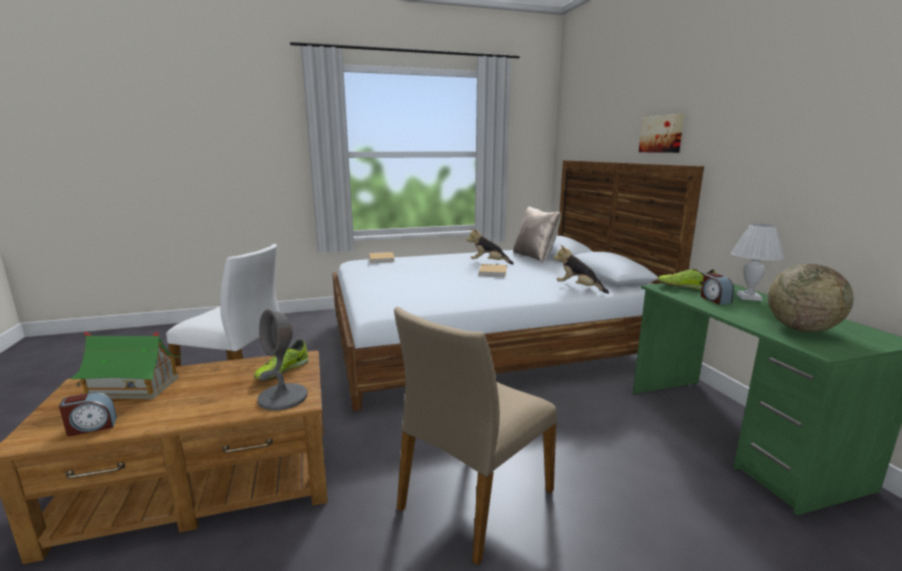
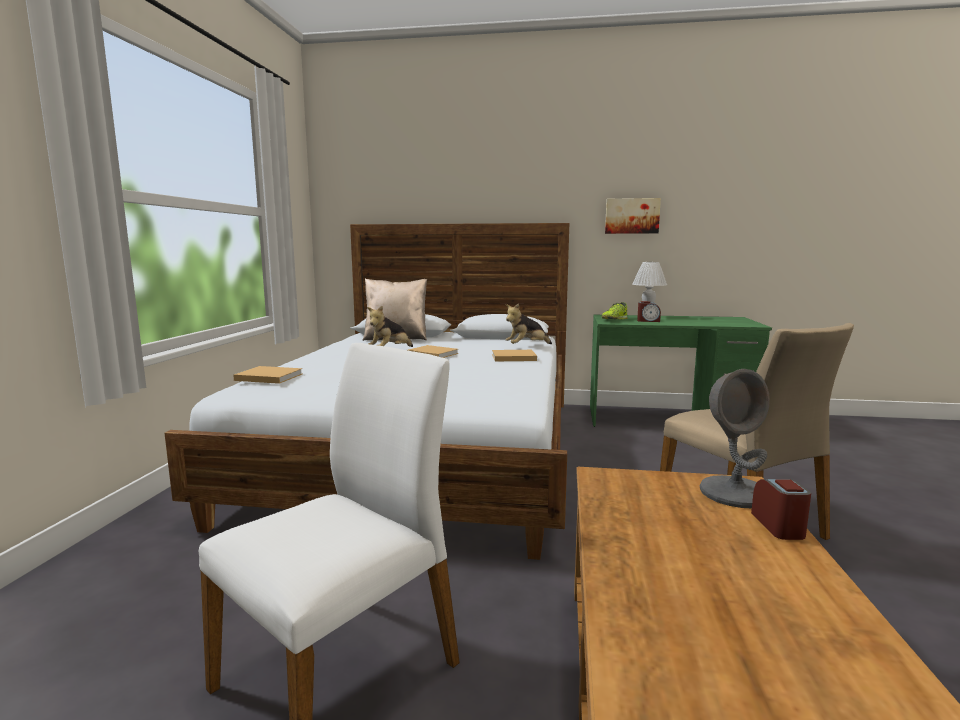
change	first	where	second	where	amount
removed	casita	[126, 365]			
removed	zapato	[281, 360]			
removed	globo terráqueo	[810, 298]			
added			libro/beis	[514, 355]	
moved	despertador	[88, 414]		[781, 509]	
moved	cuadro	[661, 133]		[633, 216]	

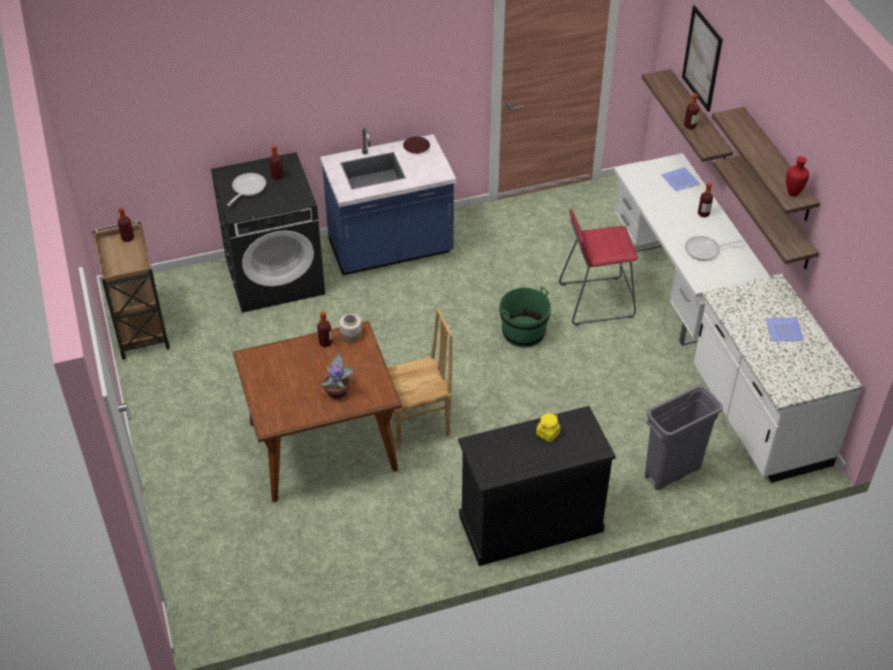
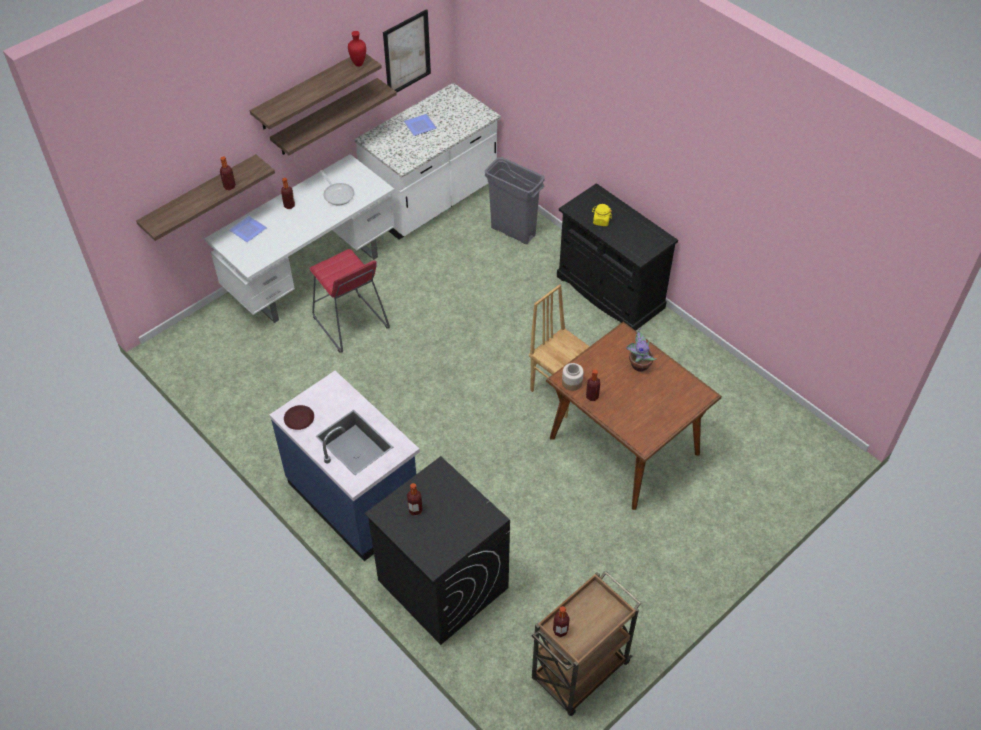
change	first	where	second	where	amount
removed	sartén	[246, 189]			
removed	cubo/verde	[525, 317]			
moved	cuadro	[702, 58]		[407, 51]	

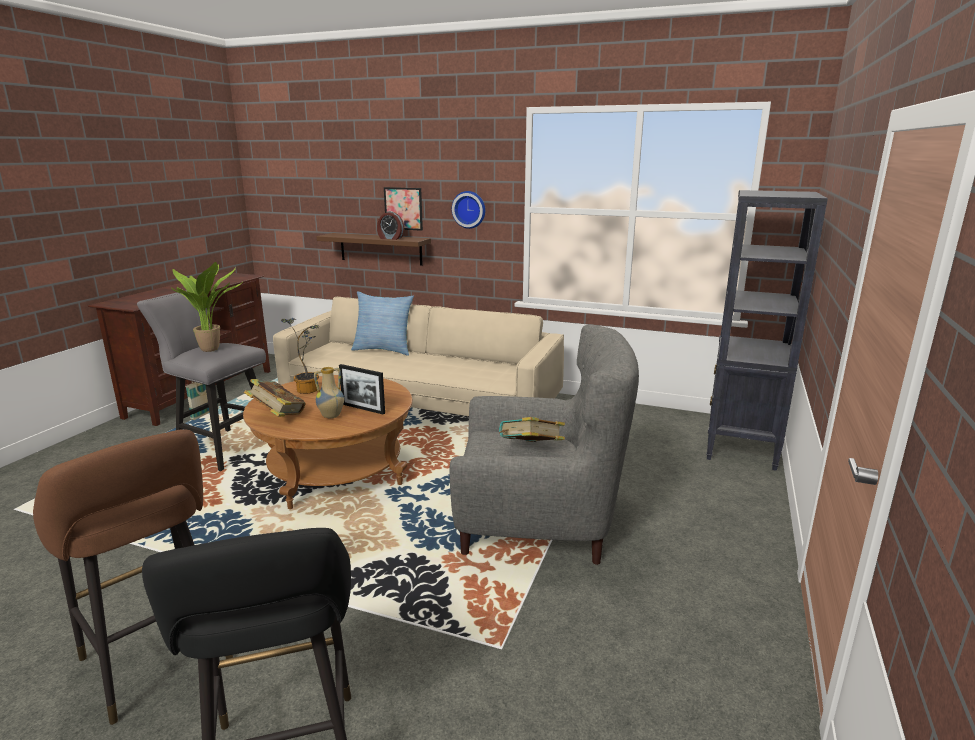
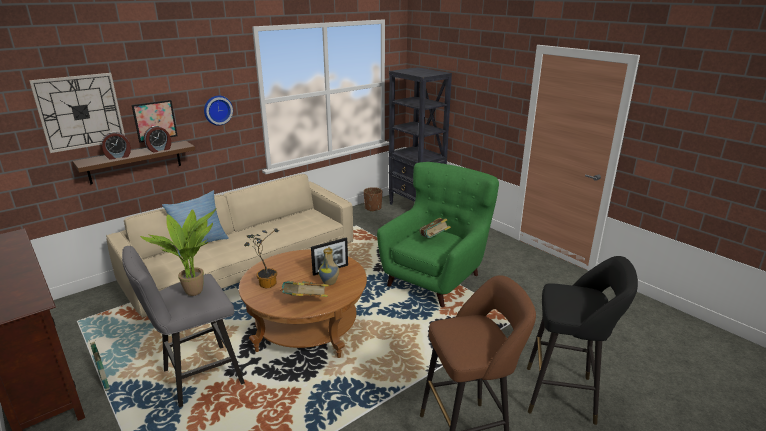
change	first	where	second	where	amount
added			reloj de pared	[77, 113]	
added			despertador	[116, 146]	
added			maceta/marrón	[373, 199]	
recoloured	sillón/gris	[544, 444]	sillón/verde	[438, 234]	

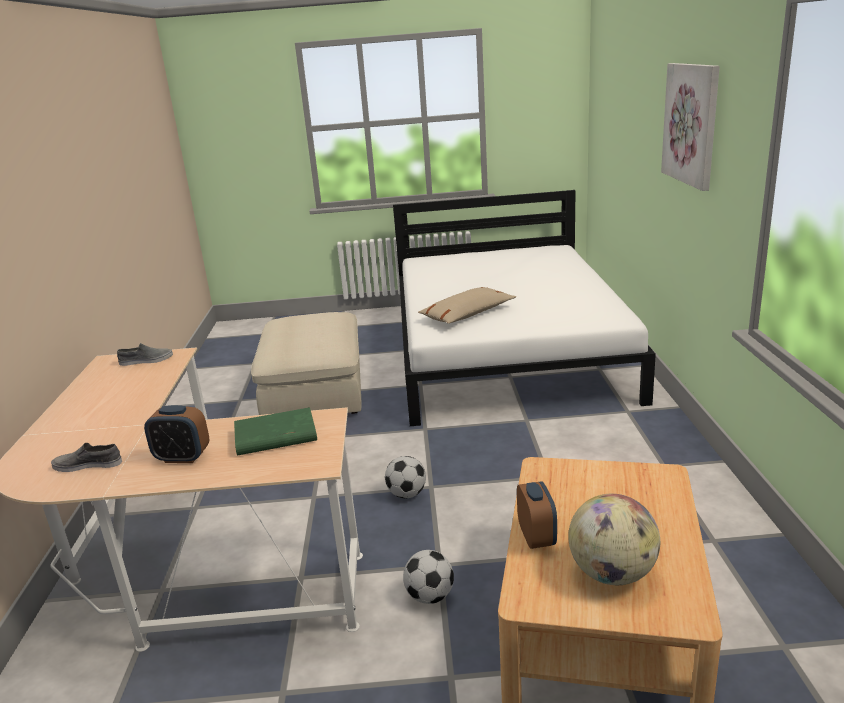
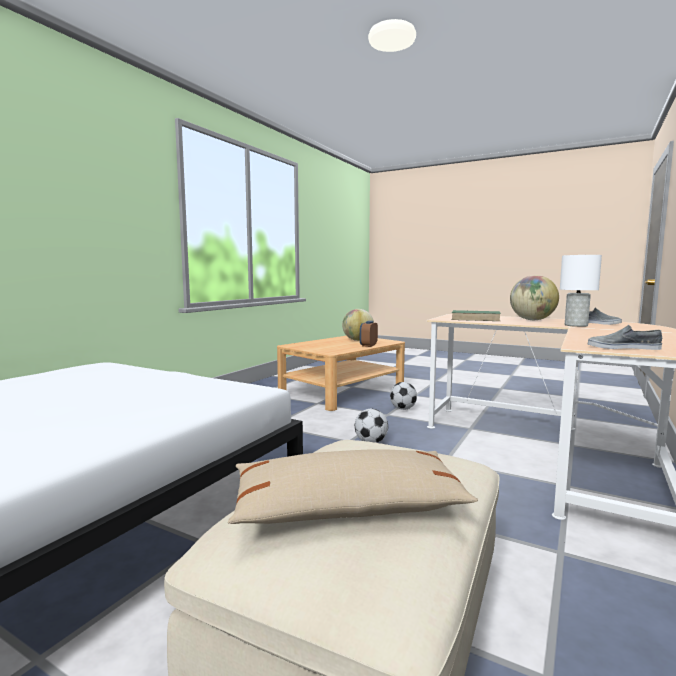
change	first	where	second	where	amount
removed	cuadro	[690, 127]			
added			lámpara de mesa/blanco	[581, 291]	
moved	cojín/beis	[467, 305]		[353, 486]	
replaced	despertador	[177, 434]	globo terráqueo	[534, 297]	

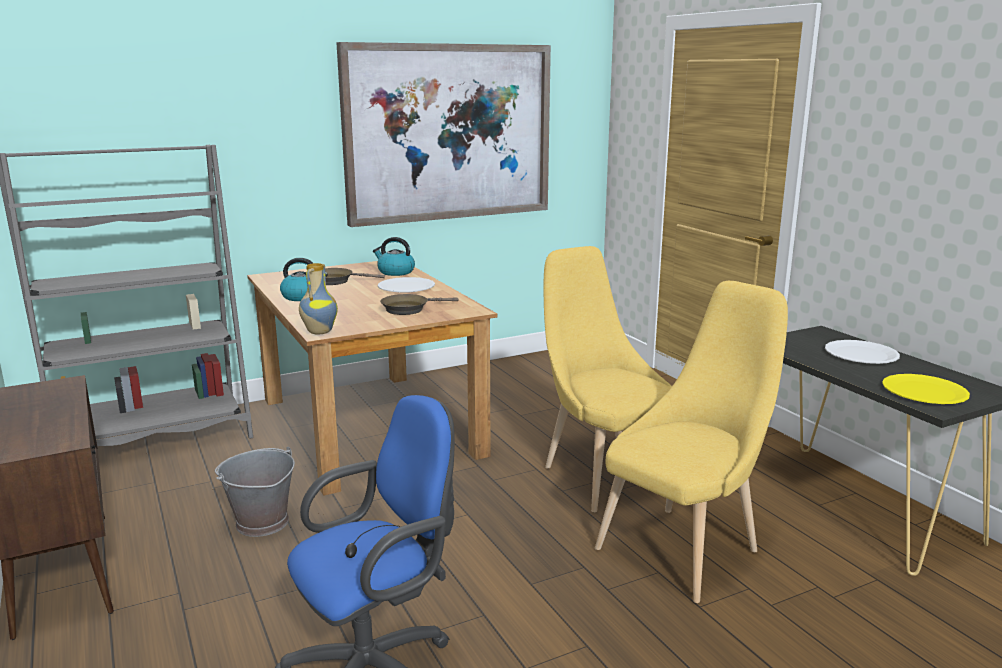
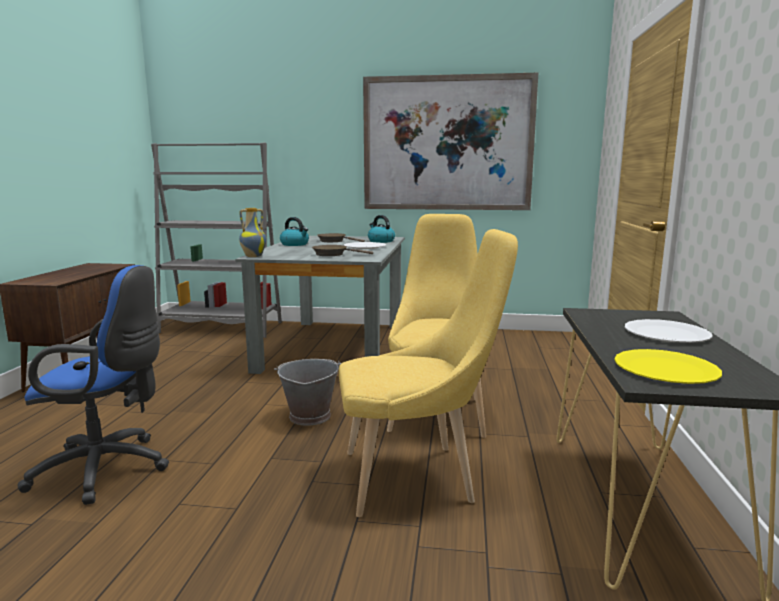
change	first	where	second	where	amount
moved	cubo/gris	[255, 492]		[307, 392]	
recoloured	mesa de comedor/marrón	[372, 378]	mesa de comedor/gris	[320, 305]	

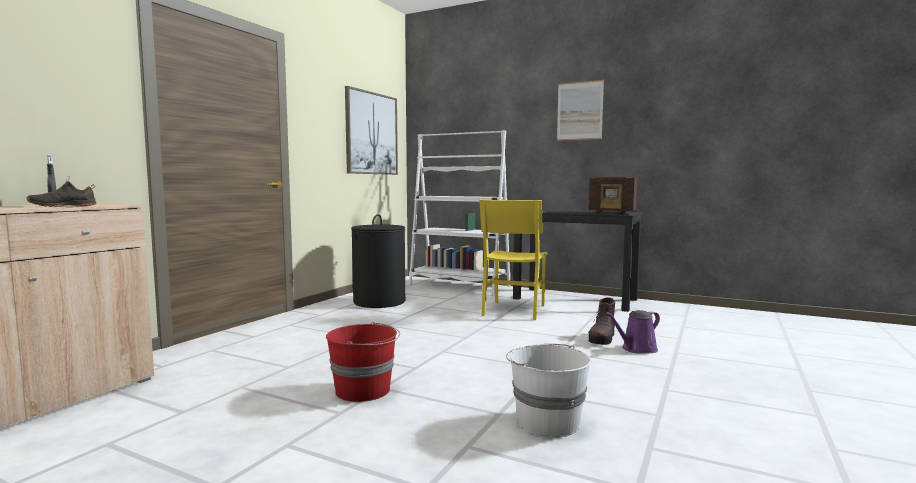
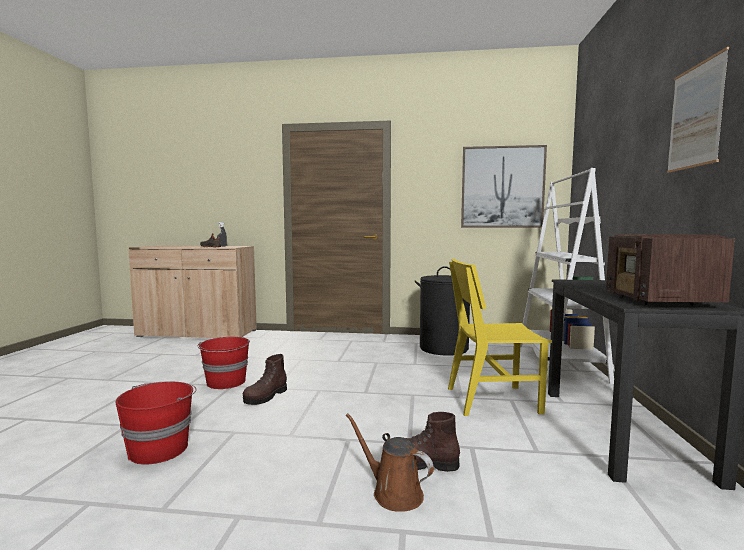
change	first	where	second	where	amount
added			bota/marrón	[265, 379]	
recoloured	cubo/blanco	[548, 390]	cubo/rojo	[156, 423]	
recoloured	regadera/morado	[633, 332]	regadera/marrón	[390, 462]	

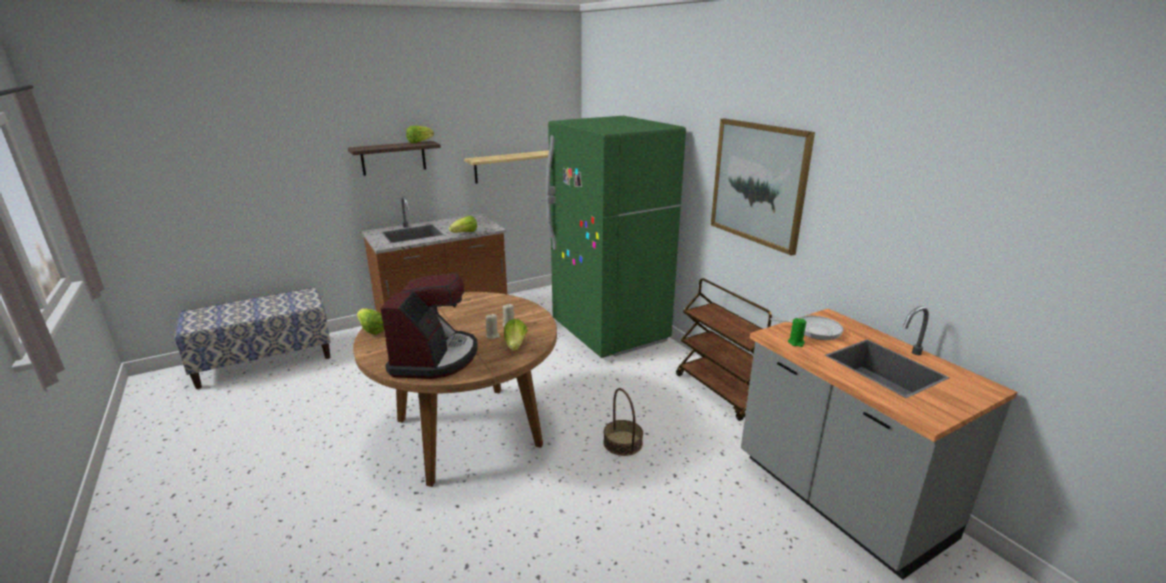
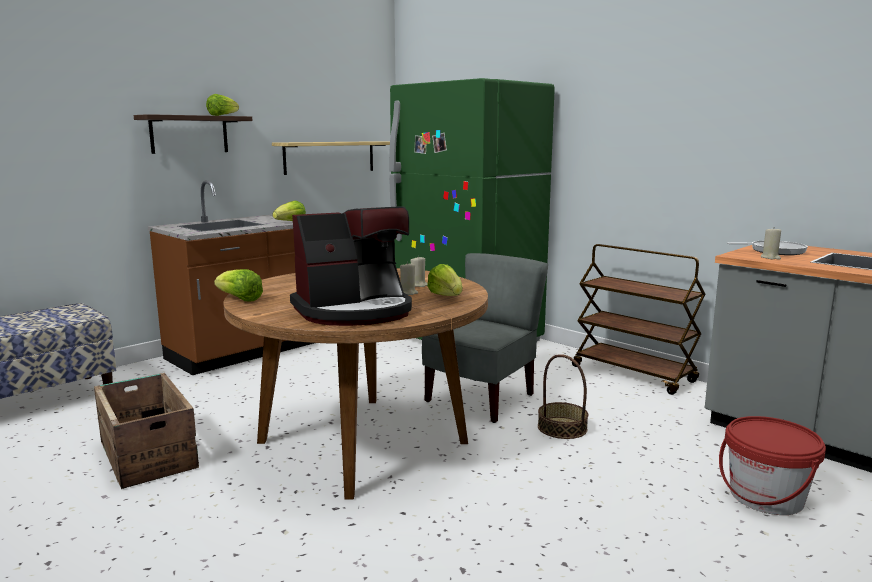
change	first	where	second	where	amount
removed	cuadro	[763, 187]			
added			caja de embalaje	[146, 431]	
added			silla/gris	[485, 338]	
added			cubo/rojo	[772, 465]	
recoloured	vela/verde	[797, 332]	vela/beis	[771, 243]	
turned	cafetera	[429, 326]		[351, 266]	75 degrees clockwise

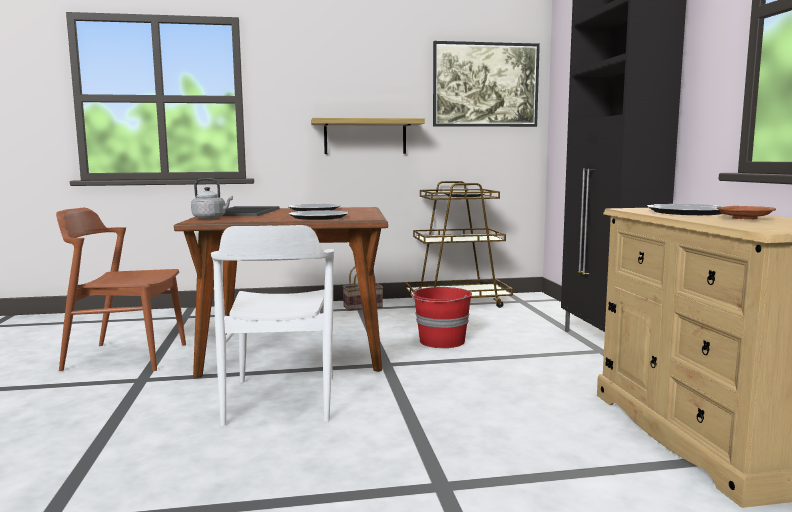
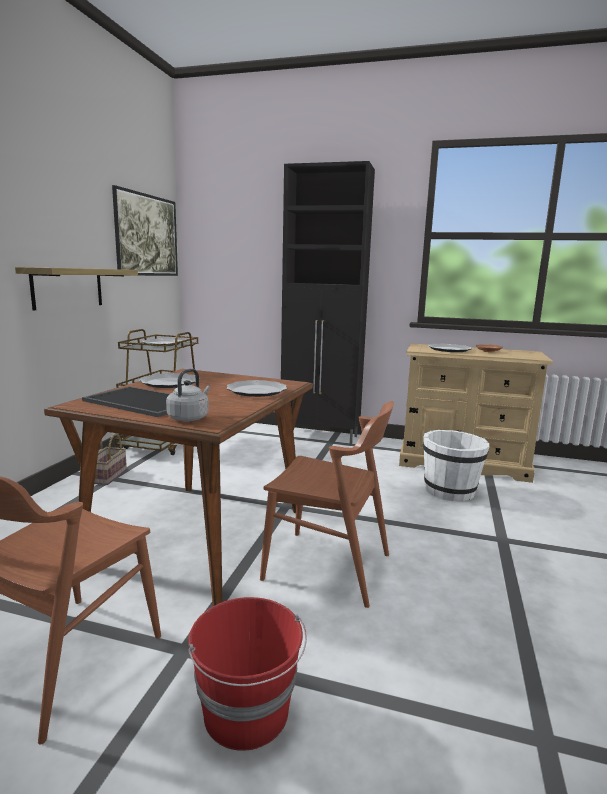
change	first	where	second	where	amount
added			cubo/blanco	[456, 465]	
moved	cubo/rojo	[441, 317]		[247, 674]	
recoloured	silla/blanco	[272, 325]	silla/marrón	[327, 504]	

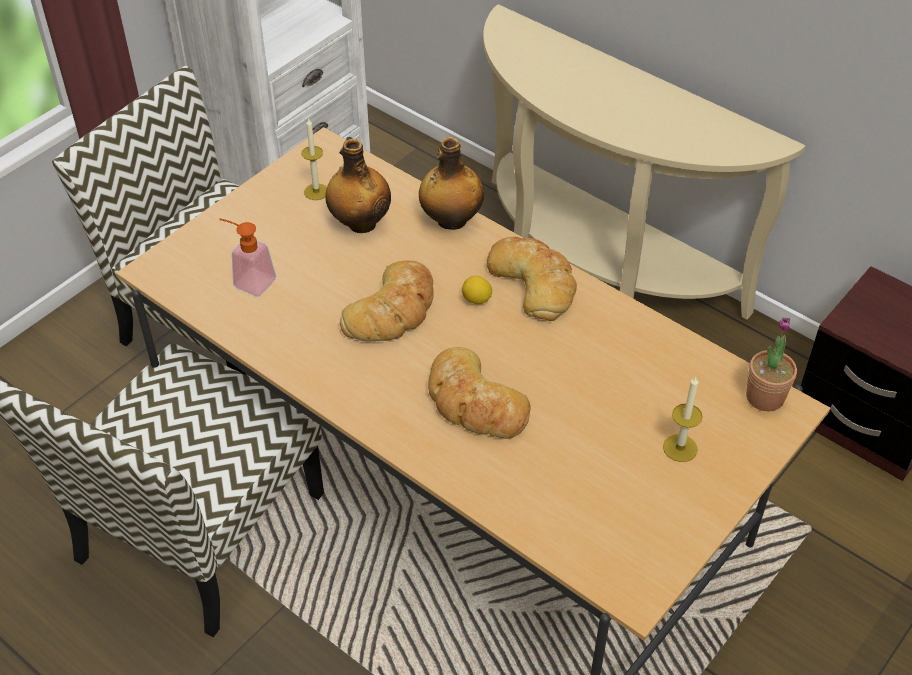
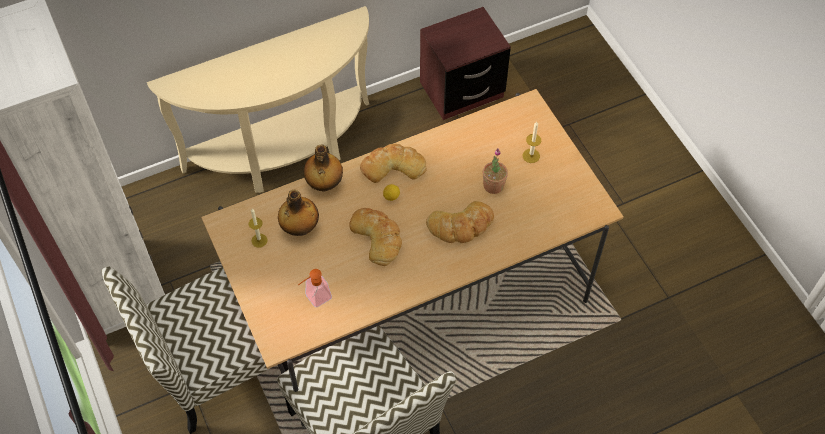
change	first	where	second	where	amount
moved	planta en maceta	[771, 364]		[495, 171]	

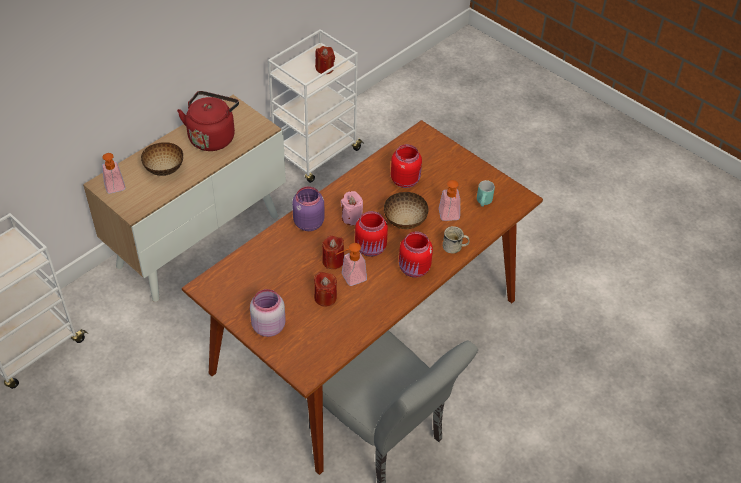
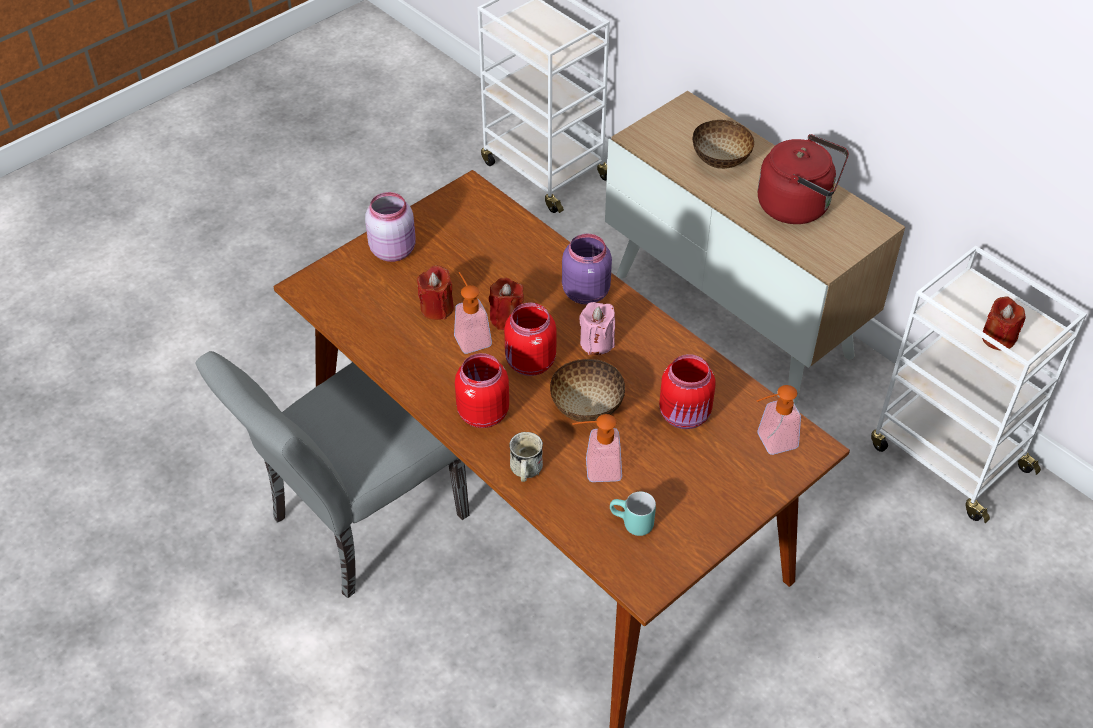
change	first	where	second	where	amount
moved	dispensador de jabón	[113, 173]		[778, 420]	

